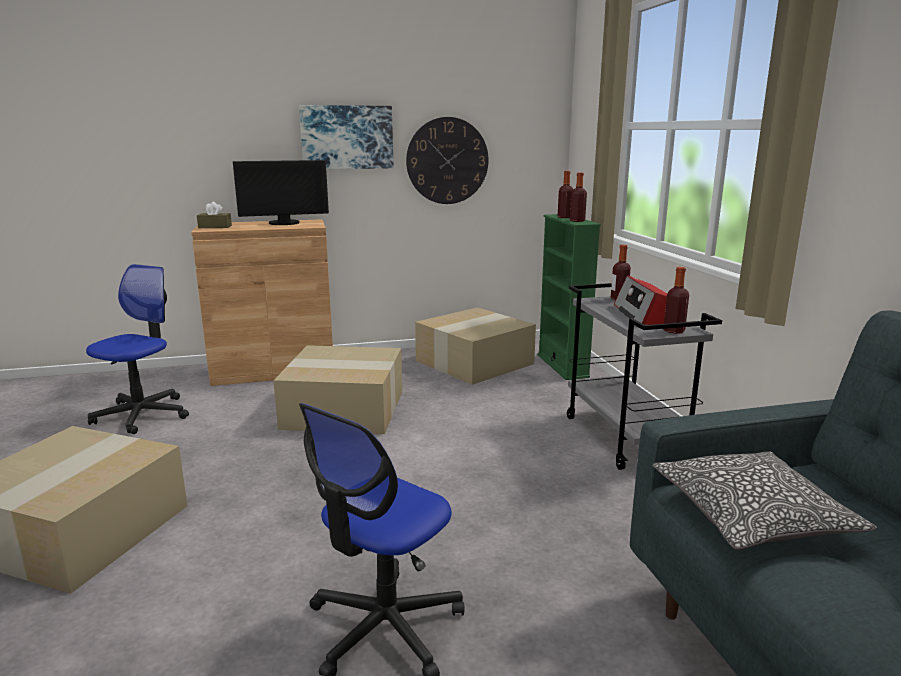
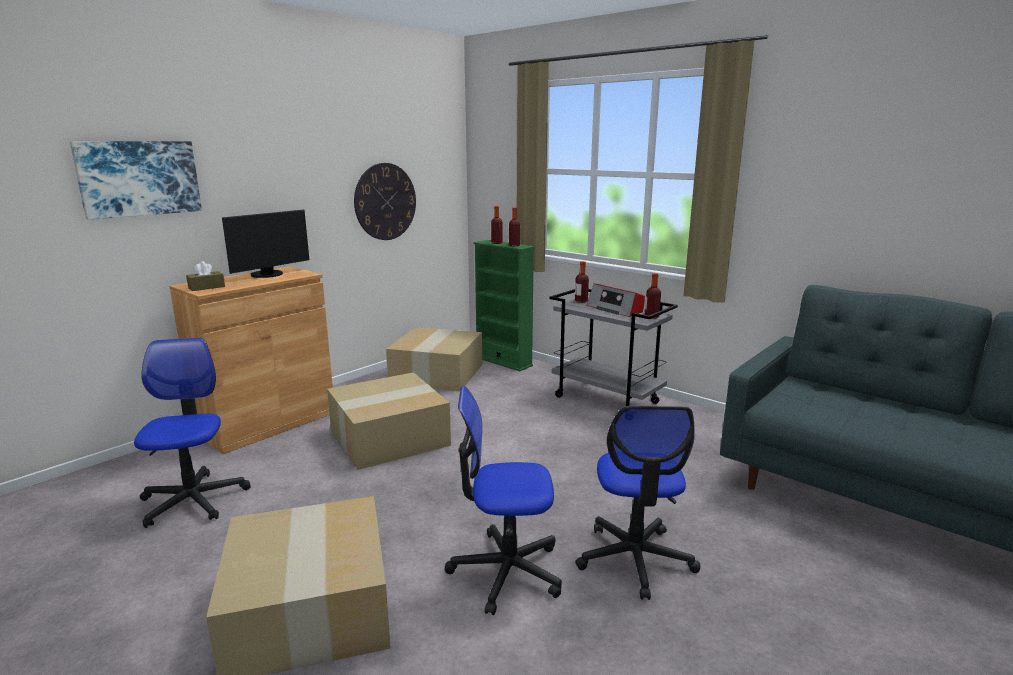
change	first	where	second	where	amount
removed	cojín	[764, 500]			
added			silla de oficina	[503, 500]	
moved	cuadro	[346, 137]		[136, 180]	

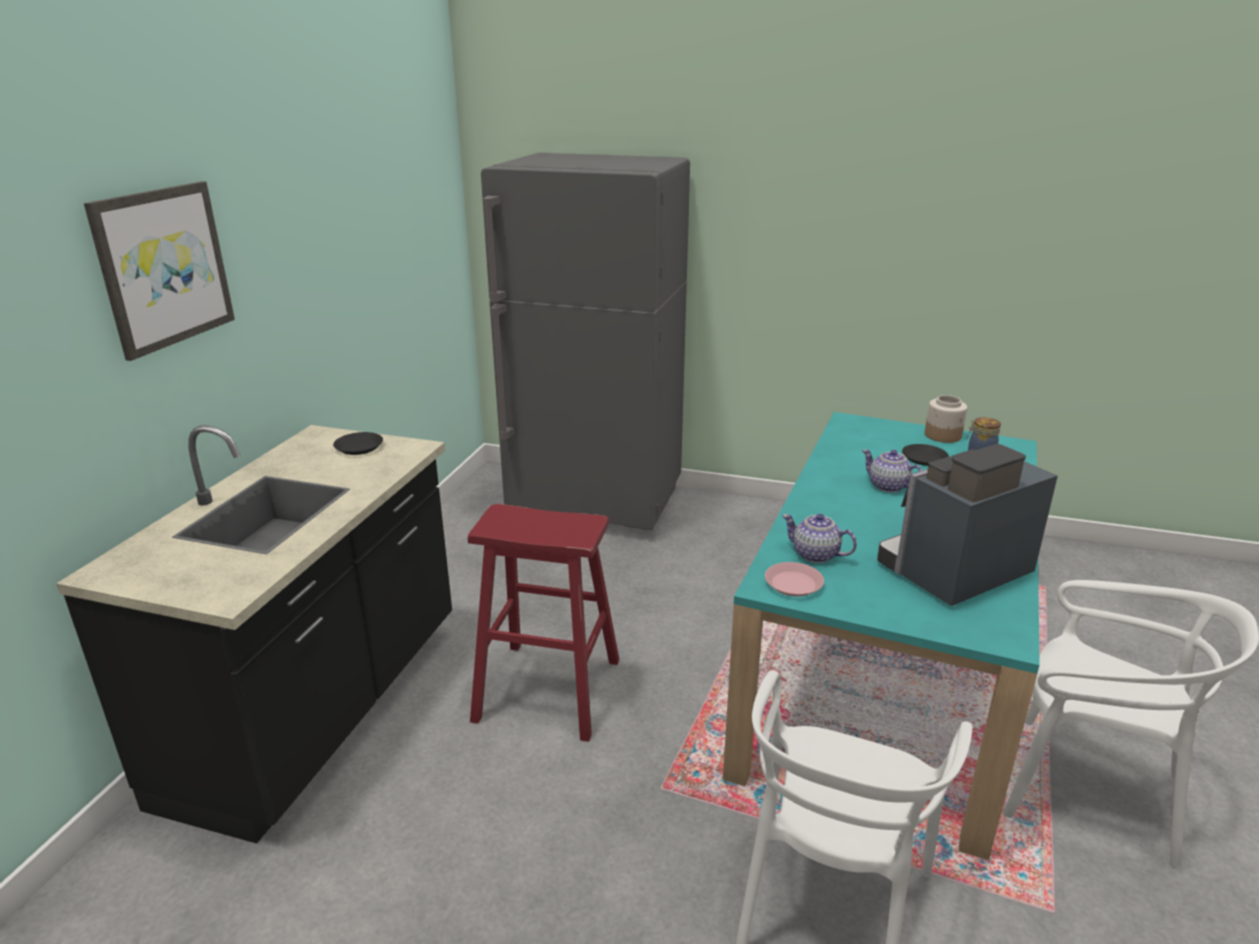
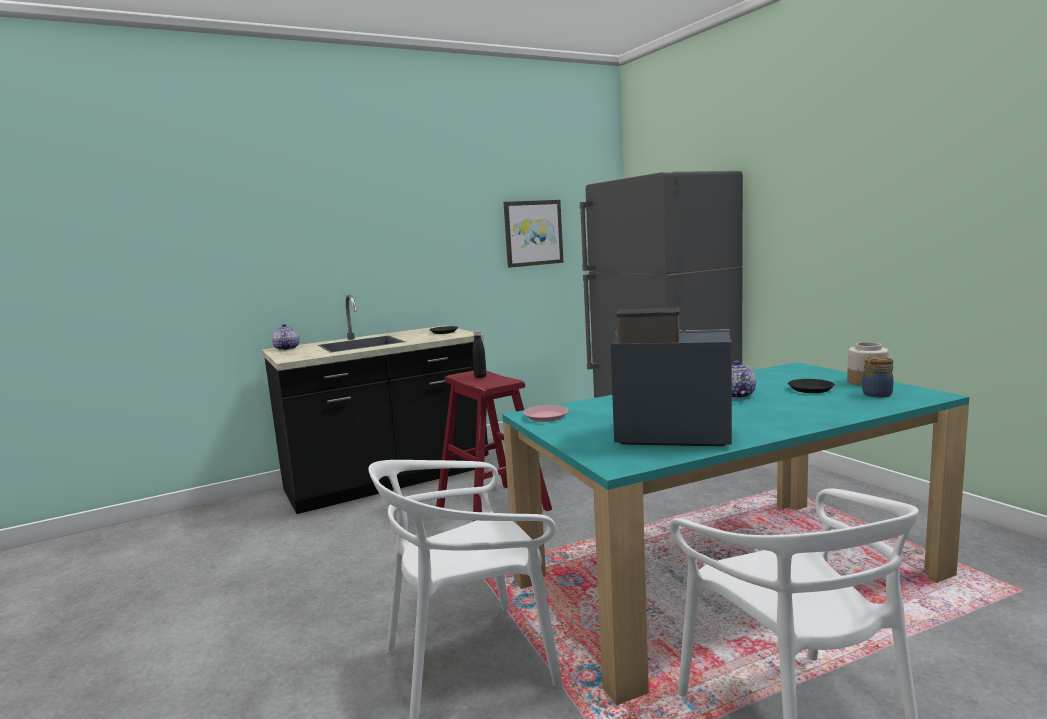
change	first	where	second	where	amount
added			botella/negro	[479, 354]	
moved	cuadro	[159, 271]		[533, 234]	
moved	tetera	[819, 538]		[286, 337]	

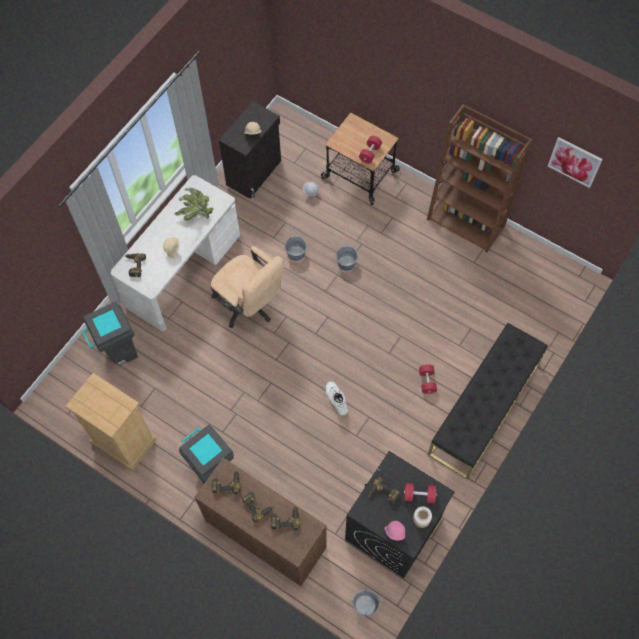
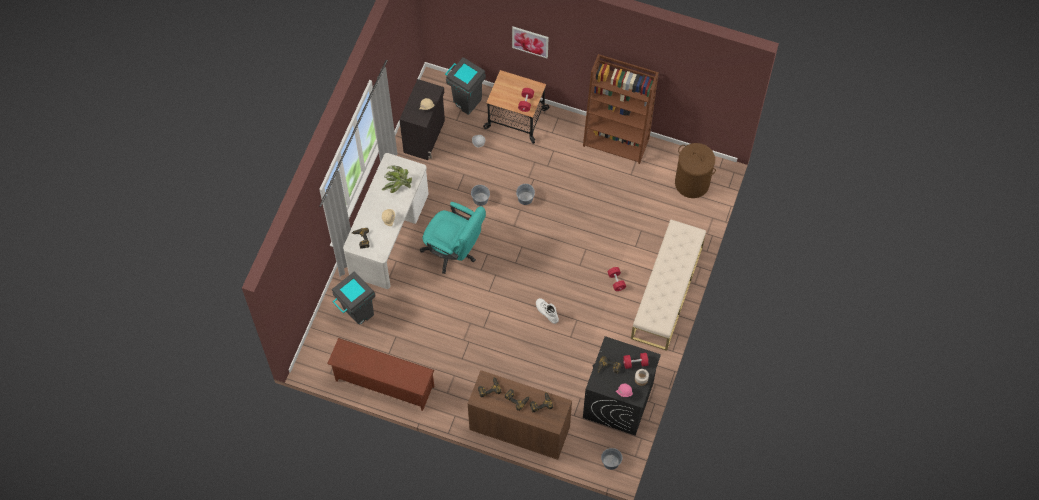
change	first	where	second	where	amount
added			cesto de la ropa/marrón	[695, 170]	
moved	papelera/gris	[206, 454]		[465, 86]	
moved	cuadro	[575, 162]		[530, 42]	
replaced	cómoda/beis	[111, 422]	zapatero/marrón	[380, 374]	
recoloured	silla de oficina/beis	[247, 287]	silla de oficina/turquesa	[453, 238]	
recoloured	banco/negro	[488, 401]	banco/beis	[668, 285]	

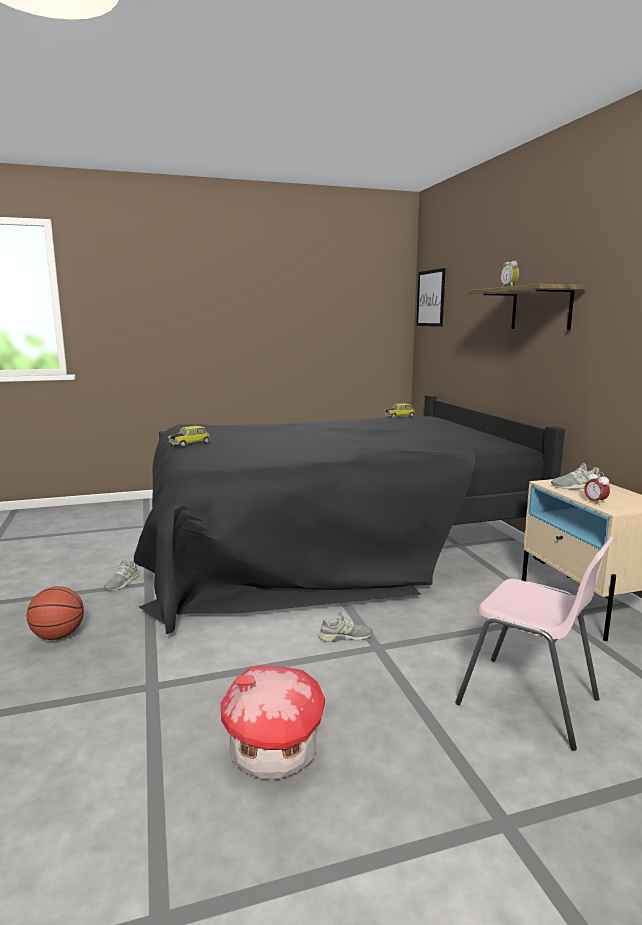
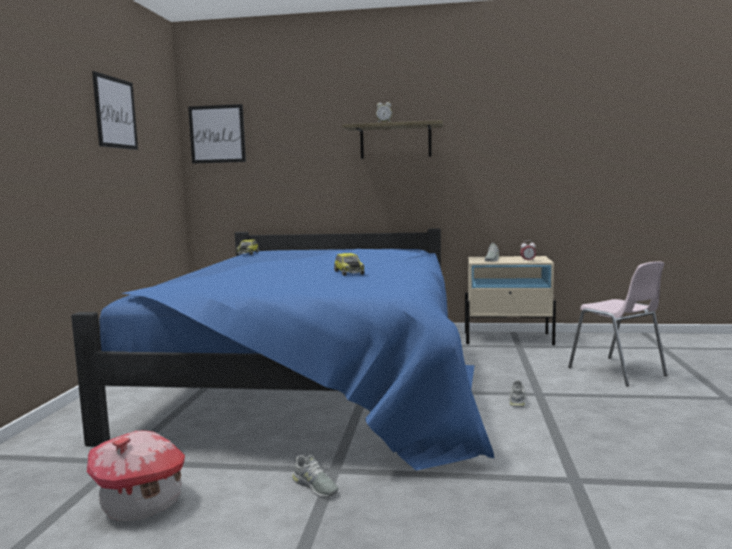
change	first	where	second	where	amount
removed	balón de baloncesto	[55, 613]			
added			cuadro	[115, 110]	
moved	coche de juguete	[189, 436]		[349, 264]	
moved	casita	[273, 722]		[136, 475]	
recoloured	cama/negro	[349, 514]	cama/azul	[282, 349]	
turned	silla/rosa	[535, 643]		[618, 324]	90 degrees clockwise

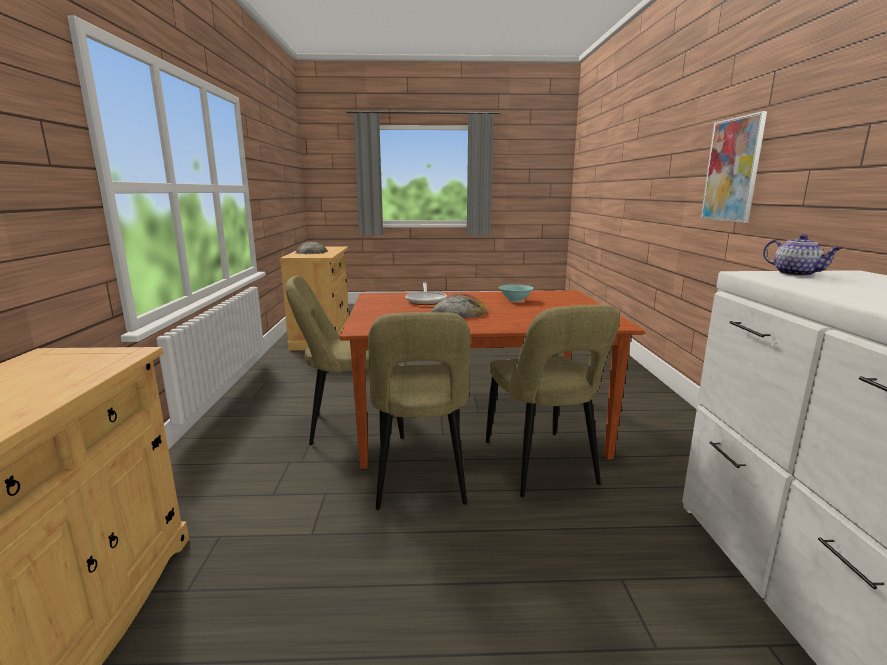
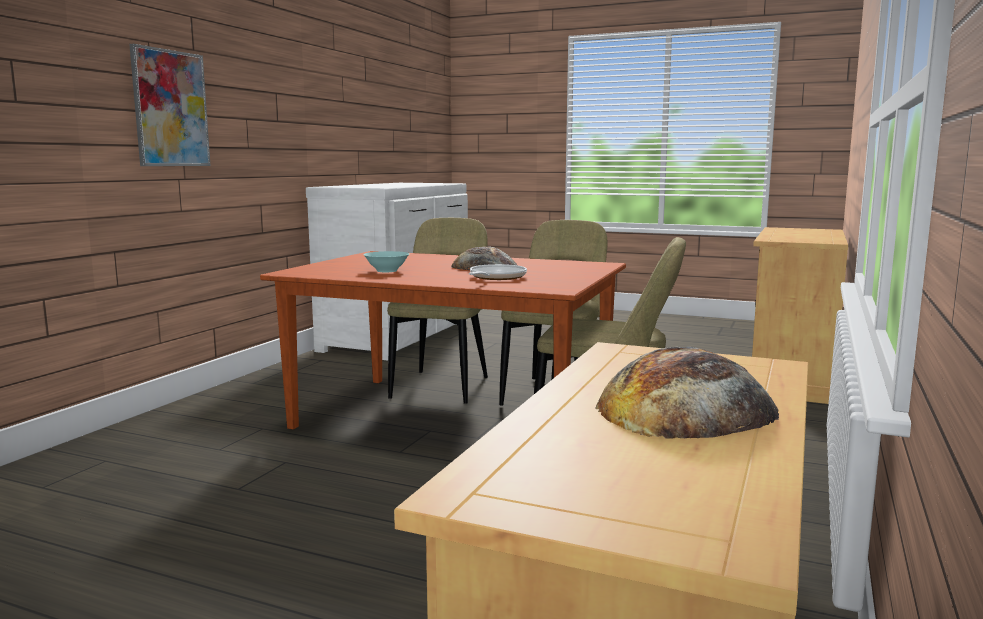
change	first	where	second	where	amount
removed	tetera	[802, 255]			

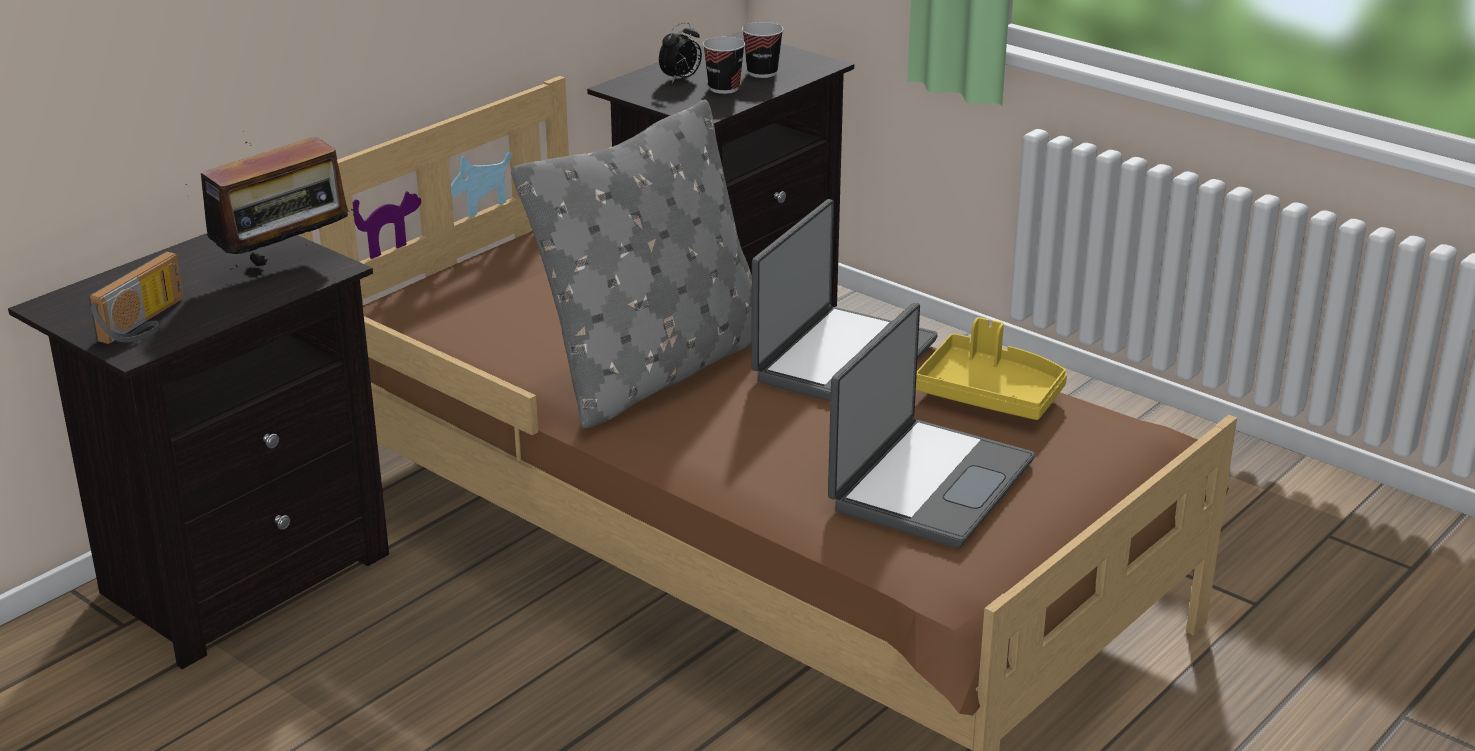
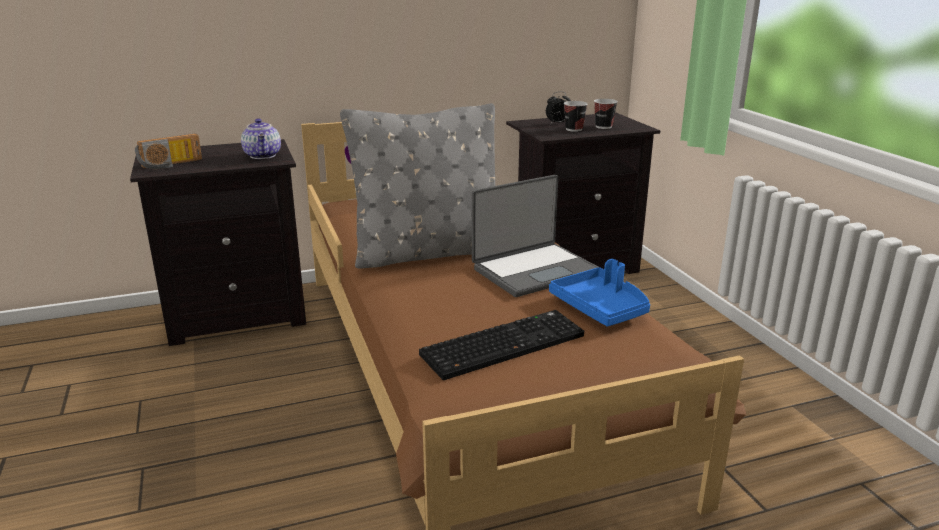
change	first	where	second	where	amount
replaced	radio	[271, 200]	tetera	[261, 138]	
replaced	portátil	[931, 425]	teclado	[501, 345]	
recoloured	bandeja/amarillo	[991, 368]	bandeja/azul	[599, 292]	

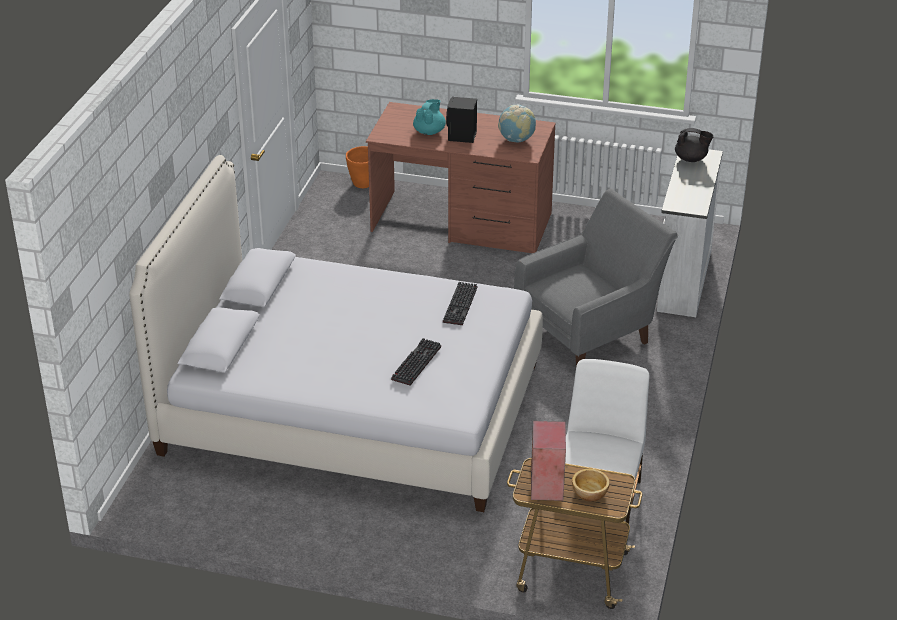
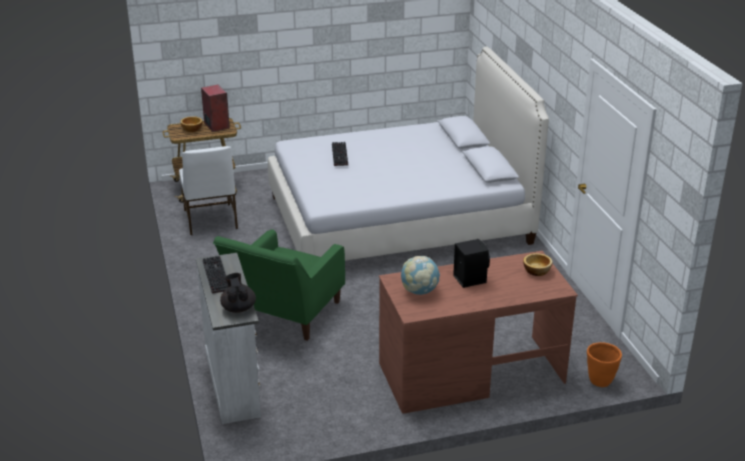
change	first	where	second	where	amount
removed	tetera/turquesa	[429, 117]			
added			cuenco	[537, 264]	
moved	teclado	[460, 303]		[215, 274]	
recoloured	sillón/gris	[596, 277]	sillón/verde	[279, 285]	
turned	tetera/negro	[694, 145]		[238, 293]	90 degrees clockwise

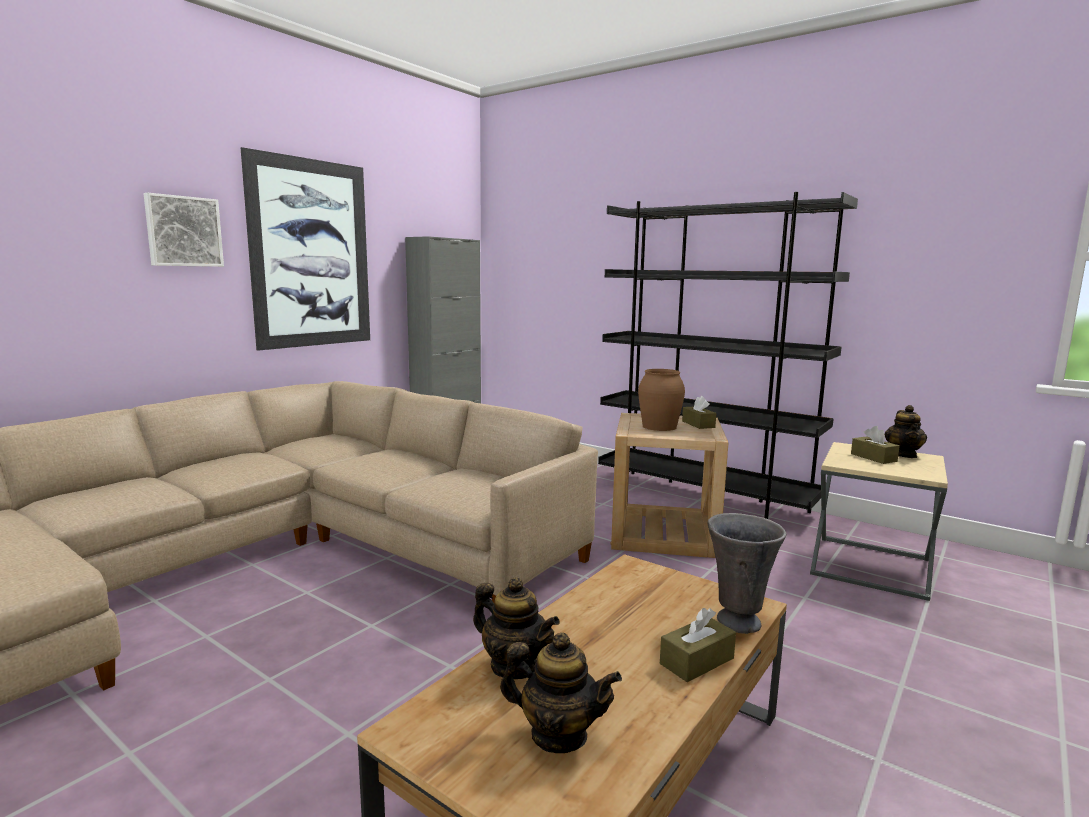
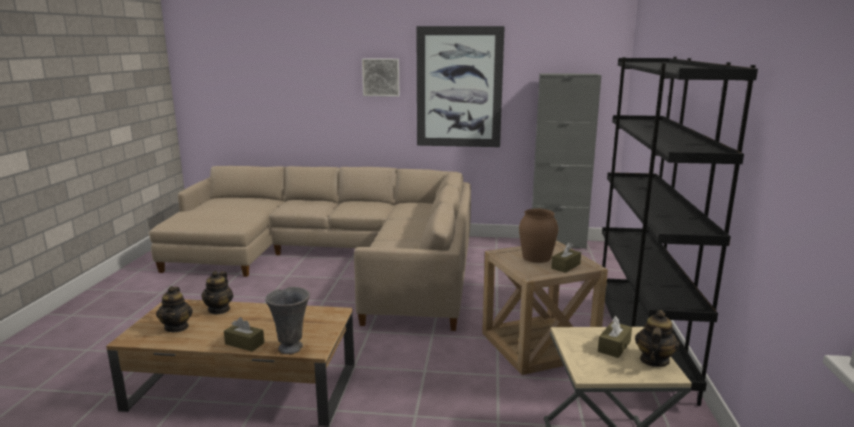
change	first	where	second	where	amount
turned	tetera	[906, 431]		[657, 338]	135 degrees clockwise

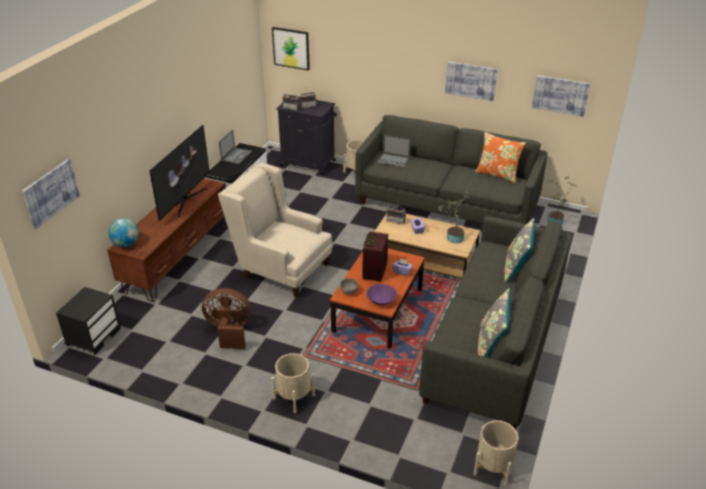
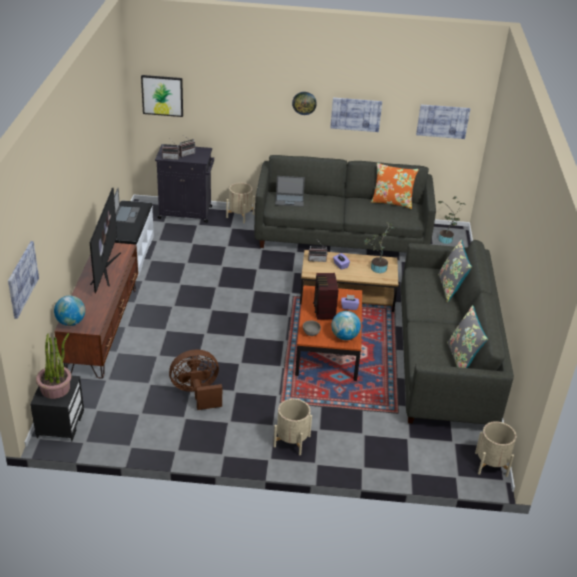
change	first	where	second	where	amount
removed	sillón/beis	[275, 229]			
added			planta en maceta	[53, 366]	
added			reloj de pared	[304, 103]	
replaced	cuenco/morado	[382, 294]	globo terráqueo	[346, 325]	

